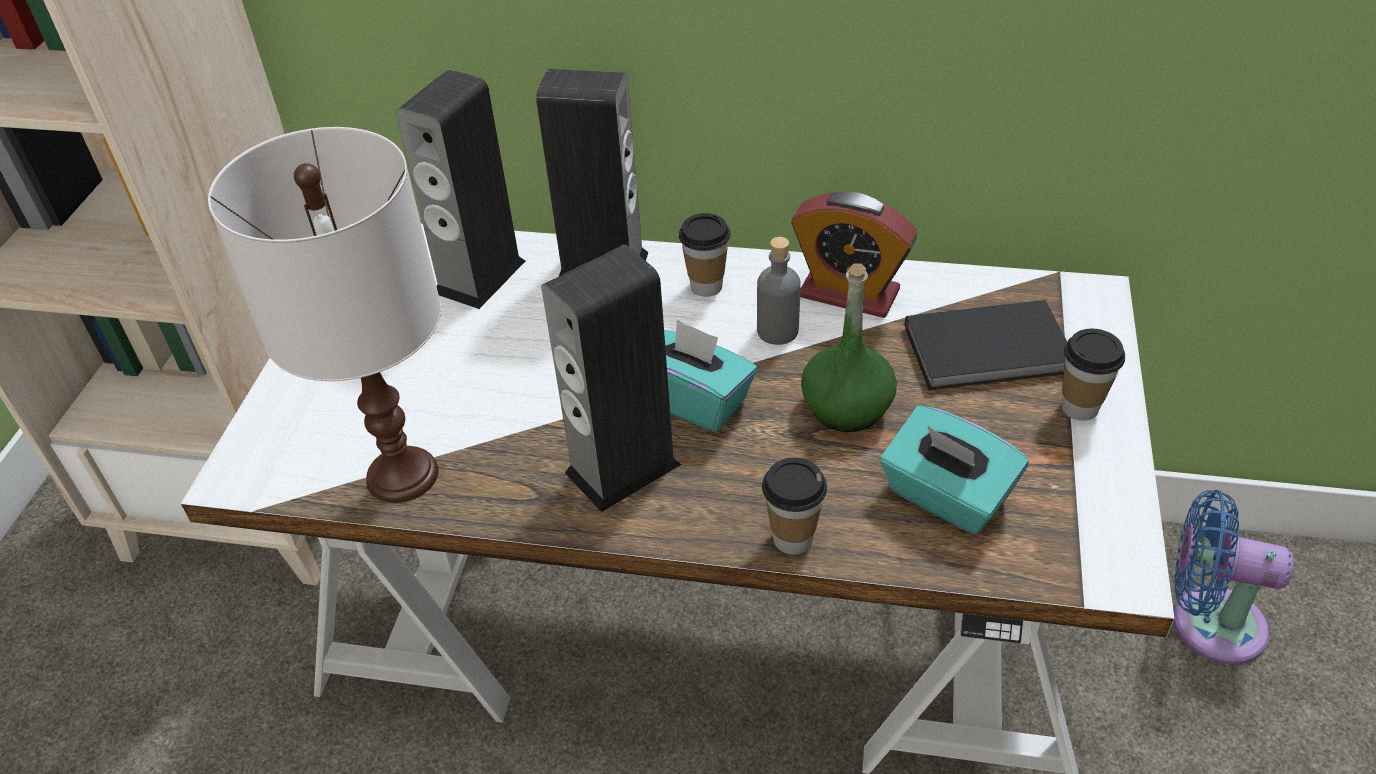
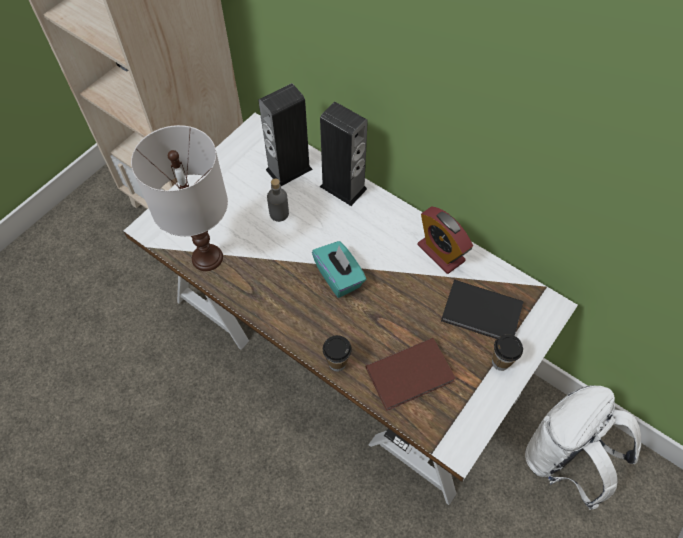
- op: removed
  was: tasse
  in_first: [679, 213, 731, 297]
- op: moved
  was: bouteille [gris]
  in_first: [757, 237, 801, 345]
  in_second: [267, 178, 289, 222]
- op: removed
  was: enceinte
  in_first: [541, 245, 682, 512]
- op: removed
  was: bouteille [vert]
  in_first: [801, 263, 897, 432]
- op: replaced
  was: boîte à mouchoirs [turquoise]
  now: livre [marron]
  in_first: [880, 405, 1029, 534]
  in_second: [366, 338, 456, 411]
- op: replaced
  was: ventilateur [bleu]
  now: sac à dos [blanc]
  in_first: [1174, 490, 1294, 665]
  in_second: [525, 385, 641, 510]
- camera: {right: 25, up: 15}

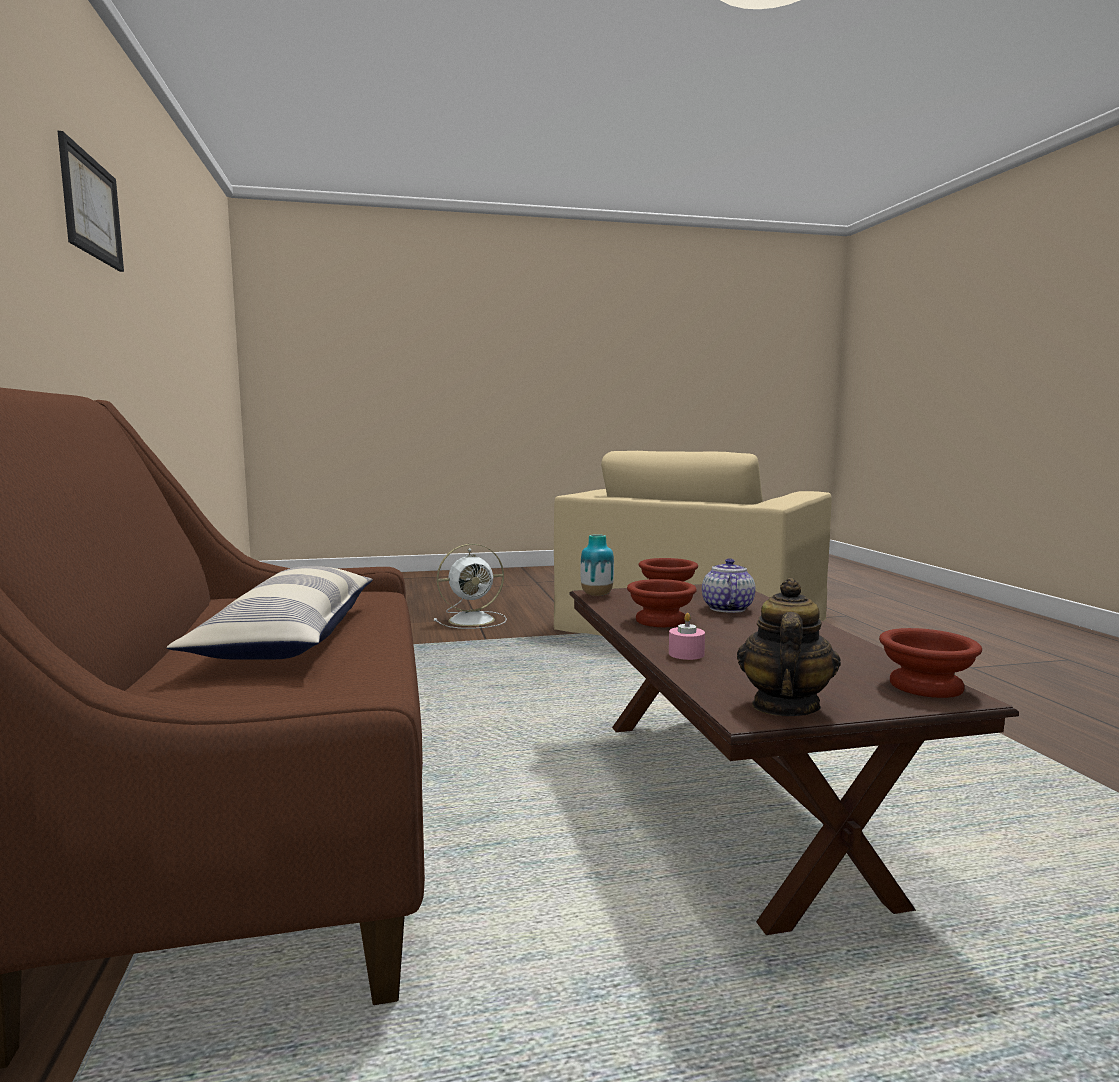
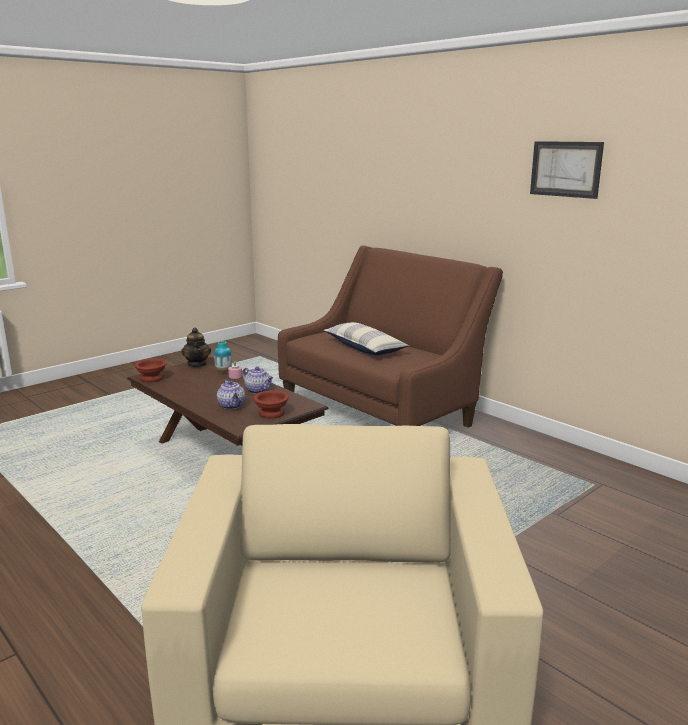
- op: moved
  was: vase
  in_first: [580, 534, 614, 596]
  in_second: [214, 341, 232, 372]
- op: removed
  was: ventilateur [blanc]
  in_first: [434, 544, 507, 629]
- op: replaced
  was: bol [marron]
  now: théière
  in_first: [627, 579, 697, 627]
  in_second: [242, 367, 273, 394]
- camera: {right: 150, up: 10}

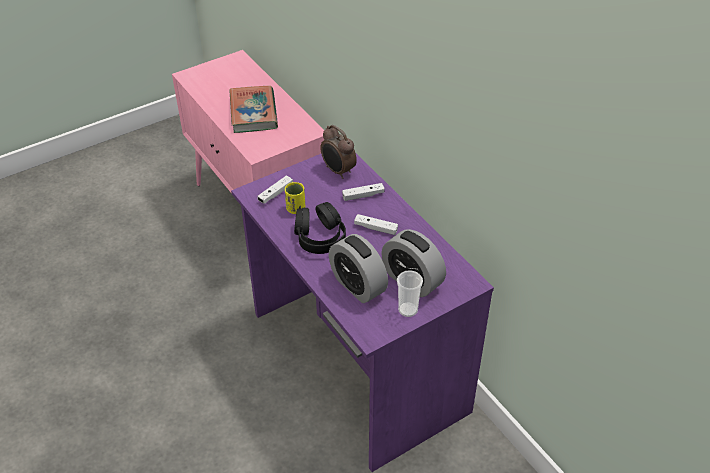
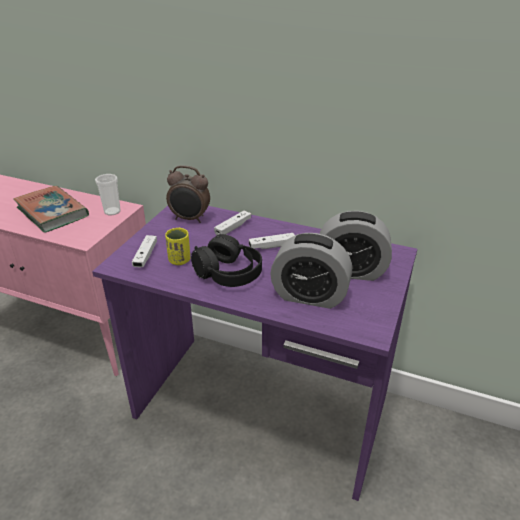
- op: moved
  was: tasse
  in_first: [397, 270, 423, 317]
  in_second: [95, 174, 121, 216]
- camera: {right: -35, up: -10}

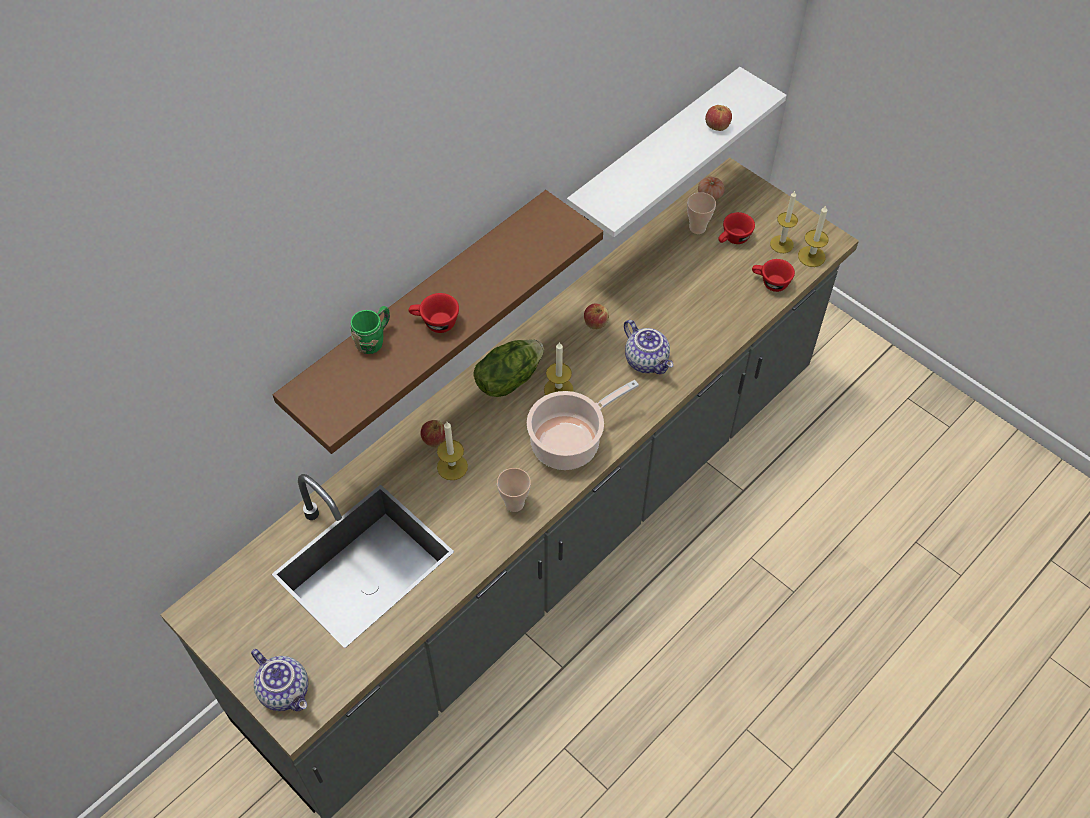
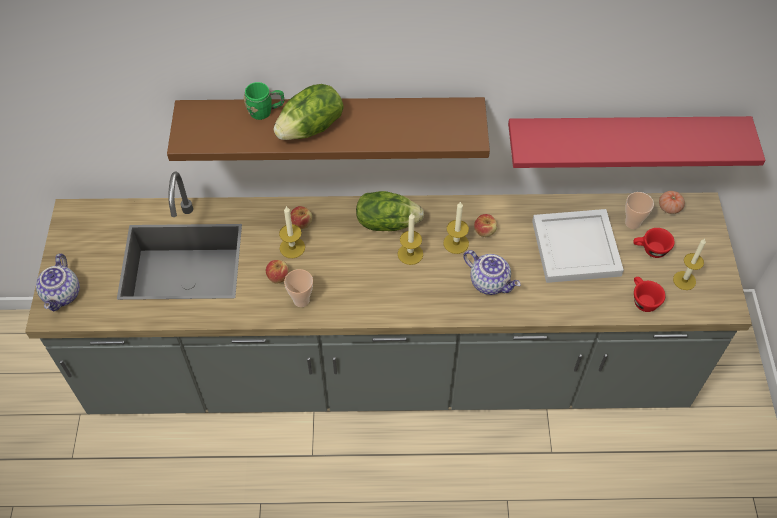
- op: recoloured
  was: étagère [blanc]
  now: étagère [rouge]
  in_first: [567, 67, 786, 237]
  in_second: [508, 116, 766, 168]
- op: moved
  was: pomme
  in_first: [705, 105, 732, 131]
  in_second: [266, 260, 289, 284]
- op: moved
  was: bougie
  in_first: [798, 206, 829, 267]
  in_second: [443, 201, 469, 254]
- op: replaced
  was: tasse [rouge]
  now: laitue
  in_first: [409, 293, 459, 333]
  in_second: [274, 84, 344, 140]
- op: turned
  was: théière
  in_first: [624, 320, 673, 374]
  in_second: [463, 250, 521, 295]
  clockwise: -60
- op: removed
  was: marmite
  in_first: [527, 380, 639, 470]
- op: added
  now: plateau [blanc]
  in_second: [532, 209, 624, 283]
- camera: {right: 45, up: 0}

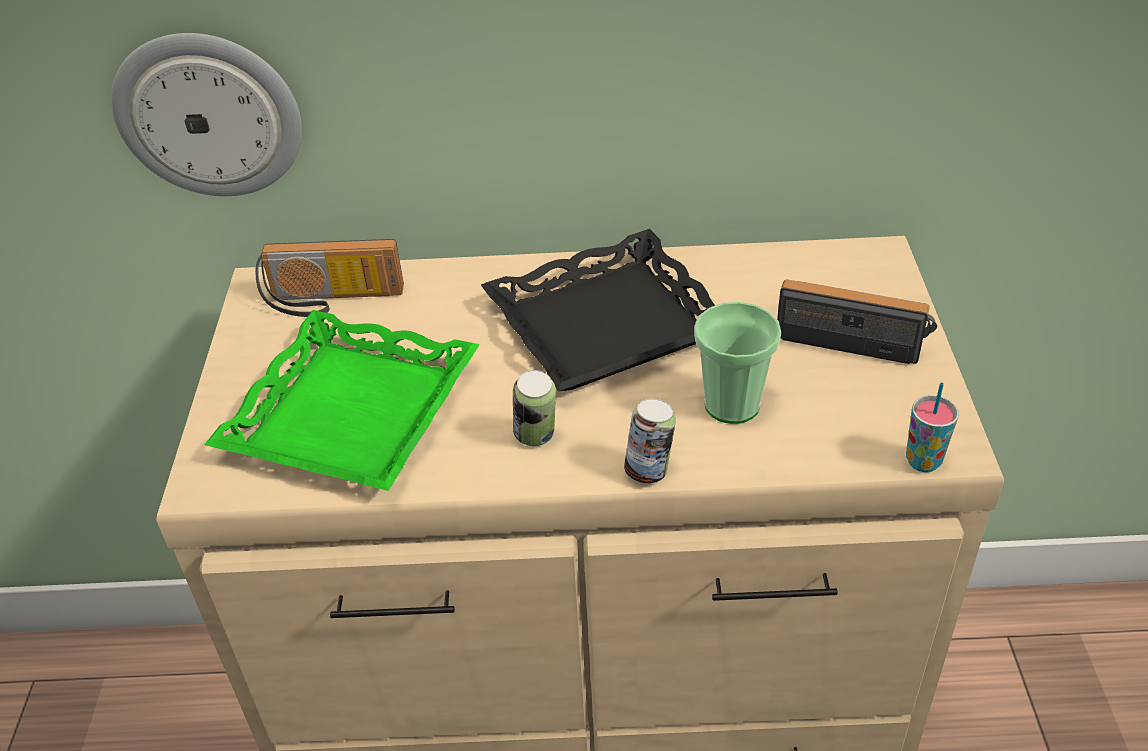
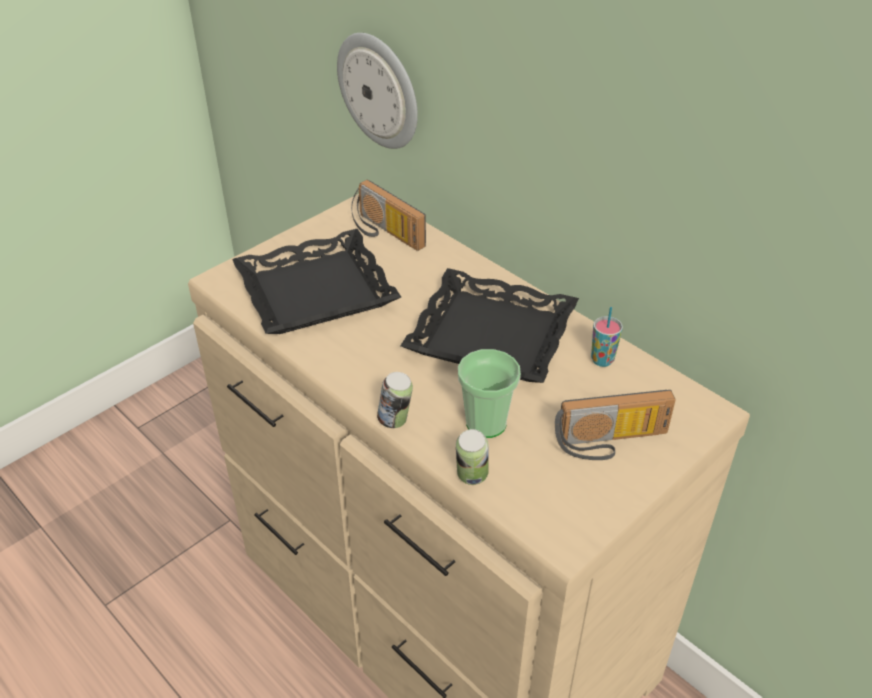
- op: turned
  was: radio
  in_first: [777, 279, 937, 364]
  in_second: [555, 390, 676, 460]
  clockwise: 105
- op: recoloured
  was: plateau [vert]
  now: plateau [noir]
  in_first: [204, 310, 480, 491]
  in_second: [232, 229, 401, 334]
- op: moved
  was: boîte métallique
  in_first: [513, 370, 556, 446]
  in_second: [456, 429, 489, 485]
- op: moved
  was: tasse
  in_first: [906, 382, 959, 472]
  in_second: [591, 307, 623, 367]
- camera: {right: 45, up: 0}

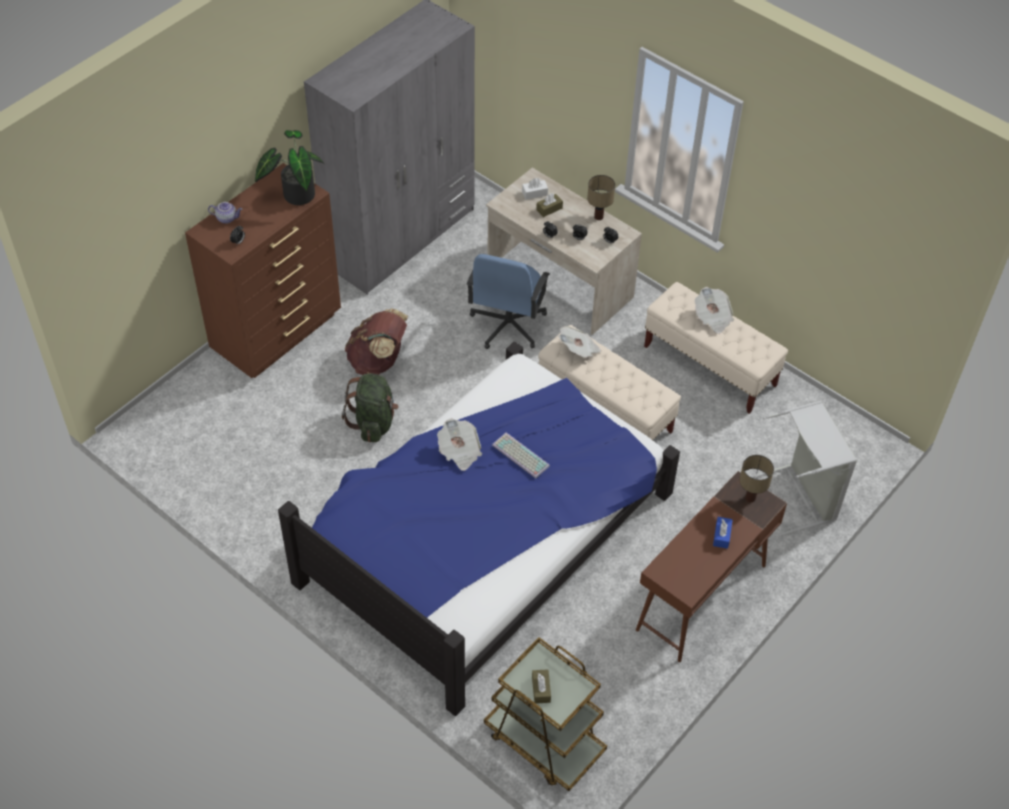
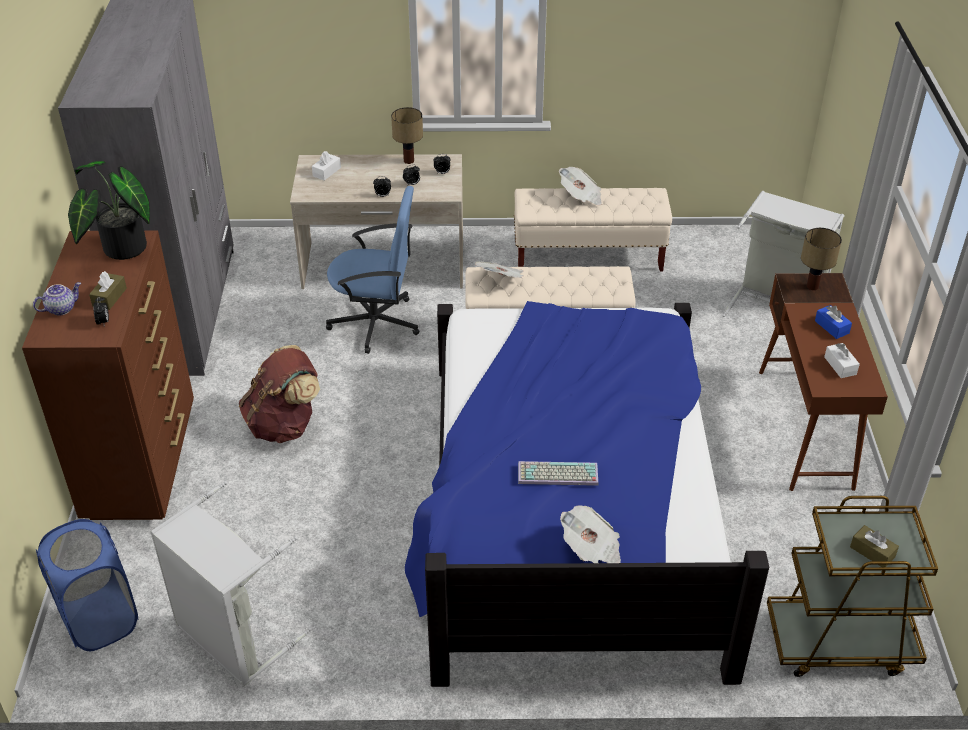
- op: moved
  was: boîte à mouchoirs [marron]
  in_first: [536, 193, 563, 217]
  in_second: [89, 271, 127, 310]
- op: turned
  was: chaise de bureau [bleu]
  in_first: [467, 254, 550, 349]
  in_second: [326, 186, 419, 354]
  clockwise: -60
- op: removed
  was: sac à dos [vert]
  in_first: [342, 373, 399, 442]
- op: moved
  was: journal
  in_first: [437, 418, 482, 471]
  in_second: [560, 506, 621, 563]
- op: moved
  was: clavier
  in_first: [492, 432, 550, 478]
  in_second: [518, 461, 599, 486]
- op: added
  now: boîte à mouchoirs [blanc]
  in_second: [824, 343, 860, 378]
- op: added
  now: panier à linge [gris]
  in_second: [150, 481, 312, 687]
- op: added
  now: panier à linge [bleu]
  in_second: [36, 519, 138, 651]
- camera: {right: -40, up: -10}

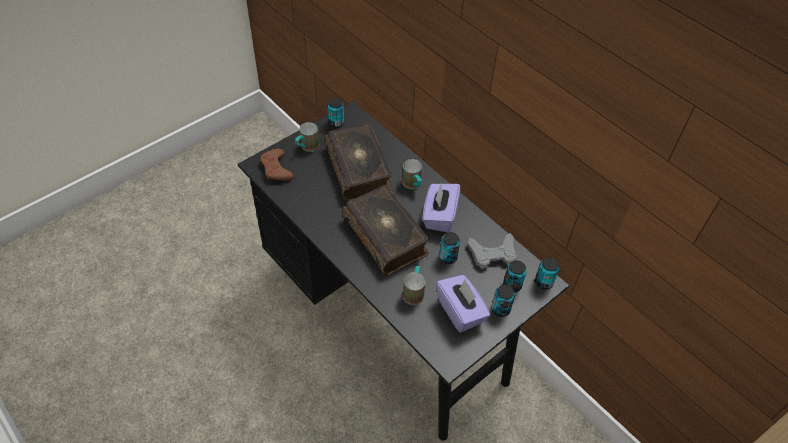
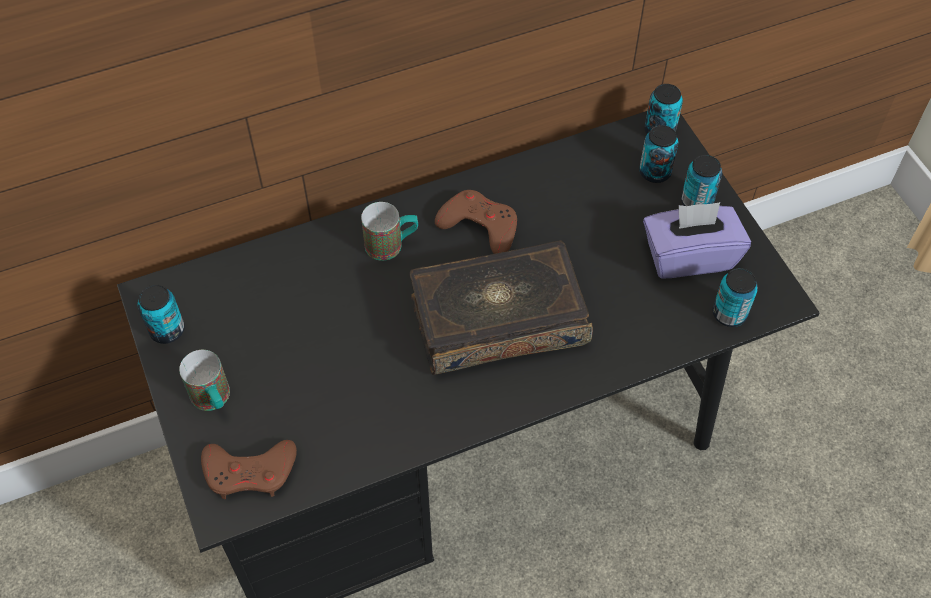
- op: removed
  was: livre
  in_first: [324, 123, 393, 202]
- op: replaced
  was: boîte à mouchoirs [violet]
  now: manette [marron]
  in_first: [423, 183, 460, 233]
  in_second: [435, 190, 517, 254]
- op: moved
  was: boîte métallique
  in_first: [439, 232, 460, 264]
  in_second: [712, 268, 758, 327]
- op: removed
  was: manette [gris]
  in_first: [467, 233, 516, 269]
- op: removed
  was: mug
  in_first: [403, 266, 425, 305]
- camera: {right: -70, up: 5}

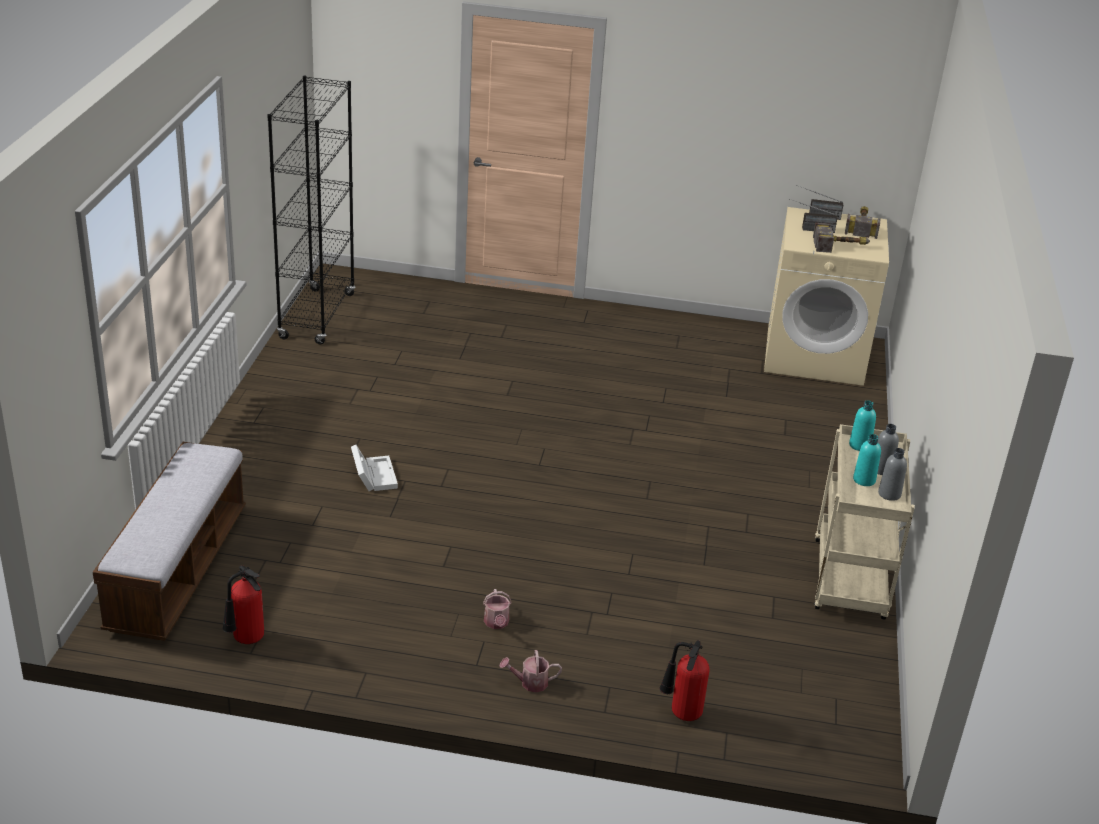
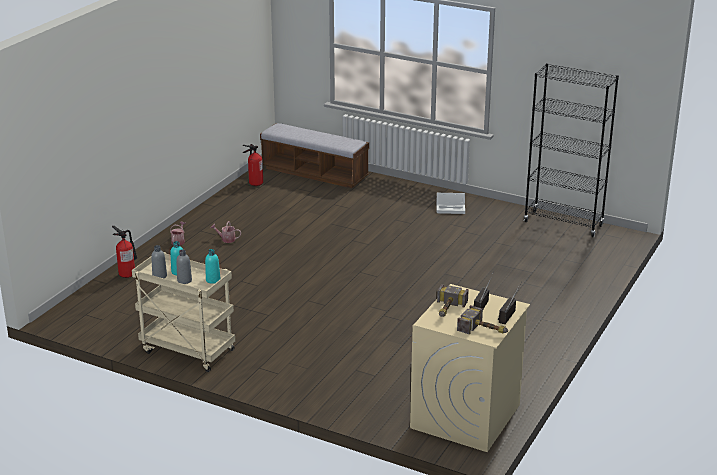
- op: moved
  was: boîte de rangement [blanc]
  in_first: [351, 445, 398, 491]
  in_second: [436, 193, 465, 214]
- camera: {right: 110, up: -5}

